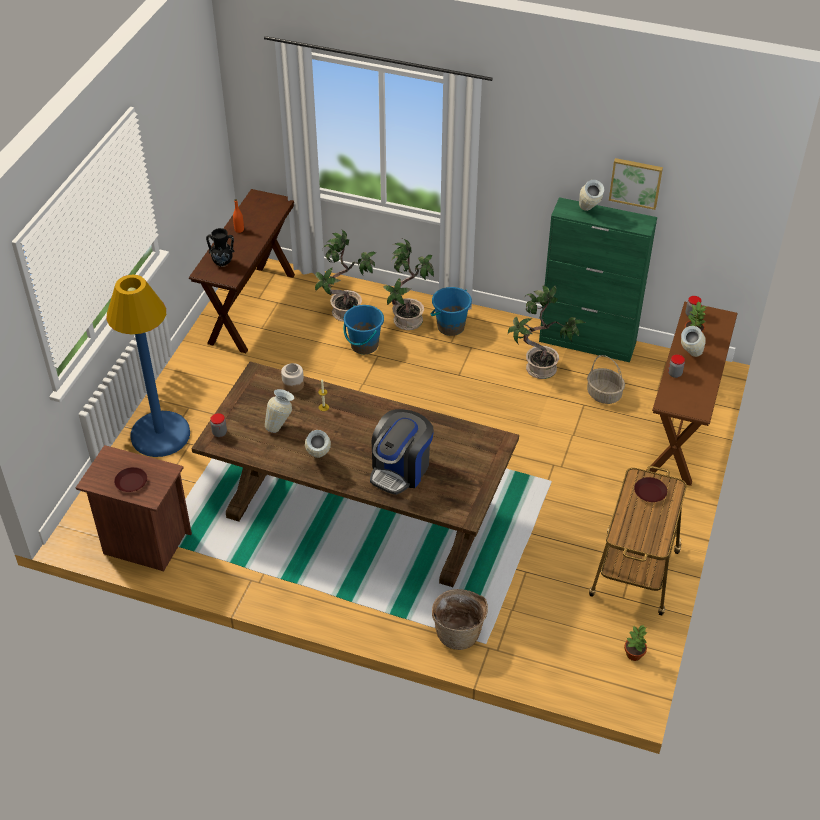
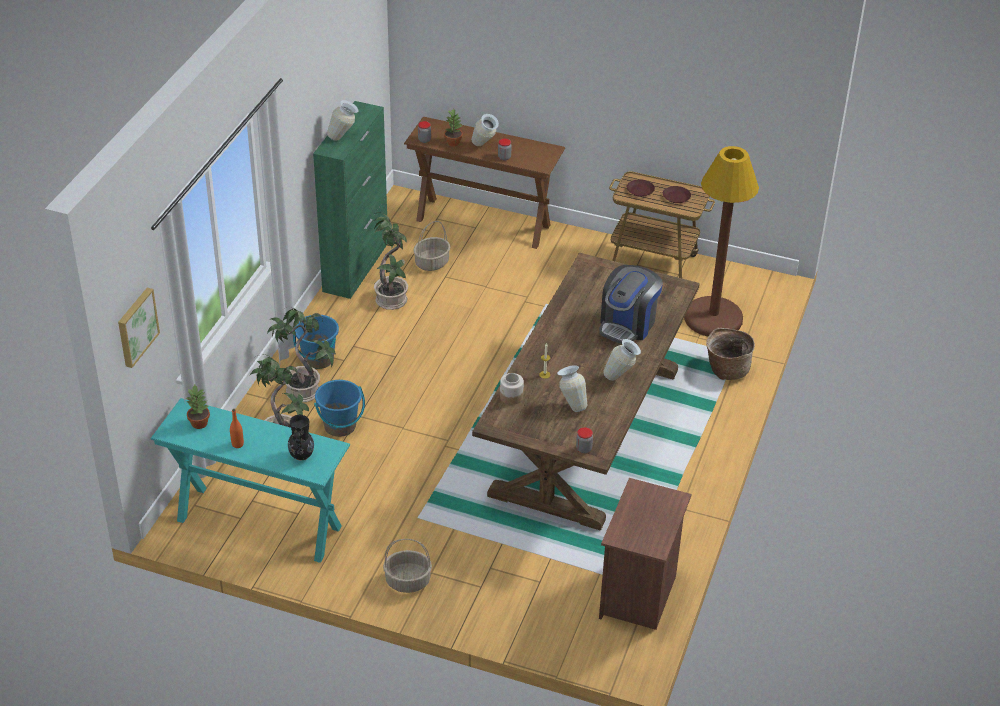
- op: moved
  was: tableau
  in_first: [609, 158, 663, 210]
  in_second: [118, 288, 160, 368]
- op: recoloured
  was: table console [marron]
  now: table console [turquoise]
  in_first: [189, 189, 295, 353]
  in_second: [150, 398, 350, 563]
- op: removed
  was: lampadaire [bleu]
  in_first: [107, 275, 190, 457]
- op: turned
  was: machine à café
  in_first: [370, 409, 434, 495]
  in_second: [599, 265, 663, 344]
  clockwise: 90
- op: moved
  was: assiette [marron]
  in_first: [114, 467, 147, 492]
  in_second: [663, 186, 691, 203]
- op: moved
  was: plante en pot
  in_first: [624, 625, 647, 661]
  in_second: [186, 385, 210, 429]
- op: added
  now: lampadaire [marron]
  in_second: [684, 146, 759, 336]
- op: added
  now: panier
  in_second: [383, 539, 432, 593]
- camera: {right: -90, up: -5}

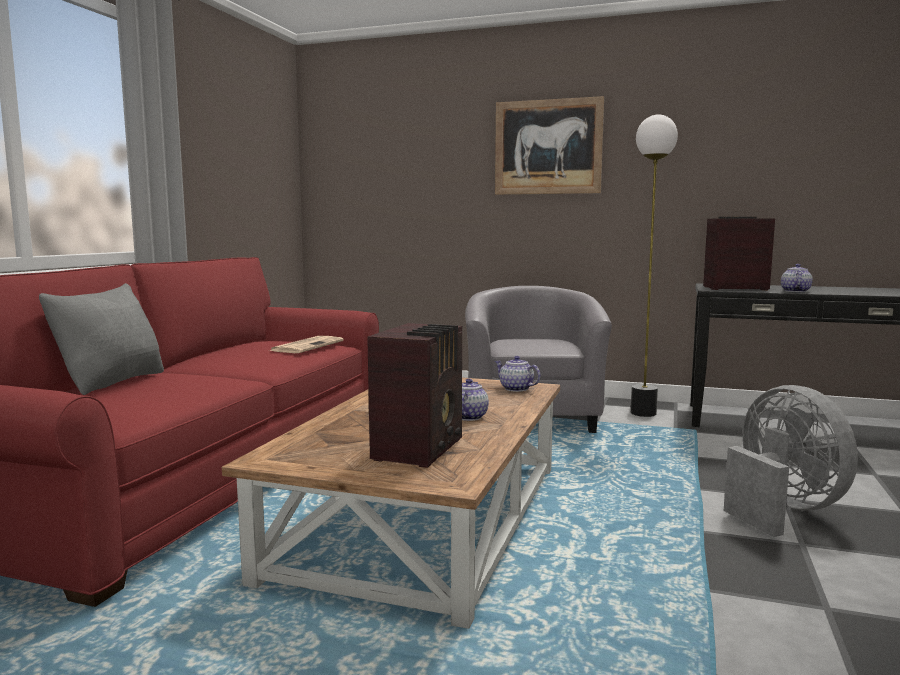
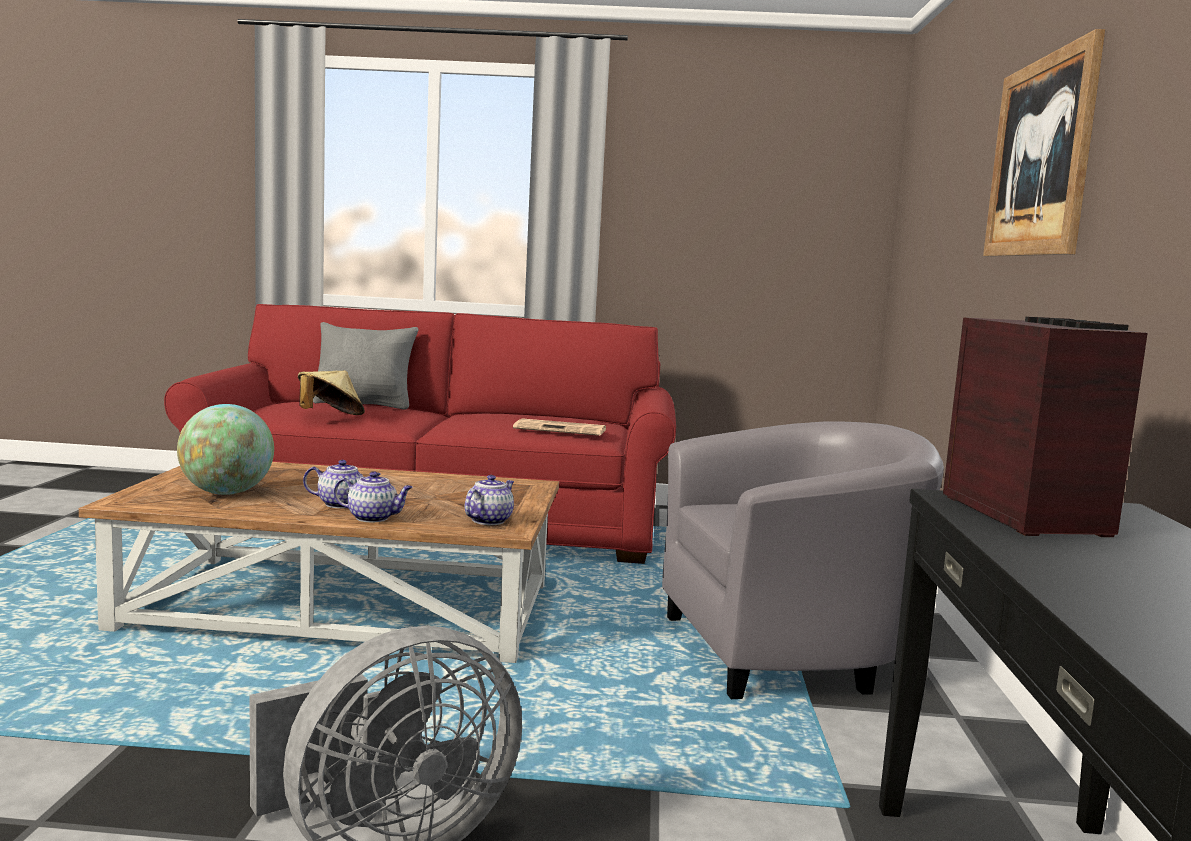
- op: removed
  was: lampadaire
  in_first: [631, 114, 678, 417]
- op: moved
  was: théière
  in_first: [781, 264, 813, 292]
  in_second: [334, 471, 413, 522]
- op: replaced
  was: radio
  now: globe
  in_first: [367, 323, 462, 468]
  in_second: [177, 404, 274, 495]
- op: added
  now: chapeau [beige]
  in_second: [298, 371, 365, 415]
- camera: {right: 75, up: 0}

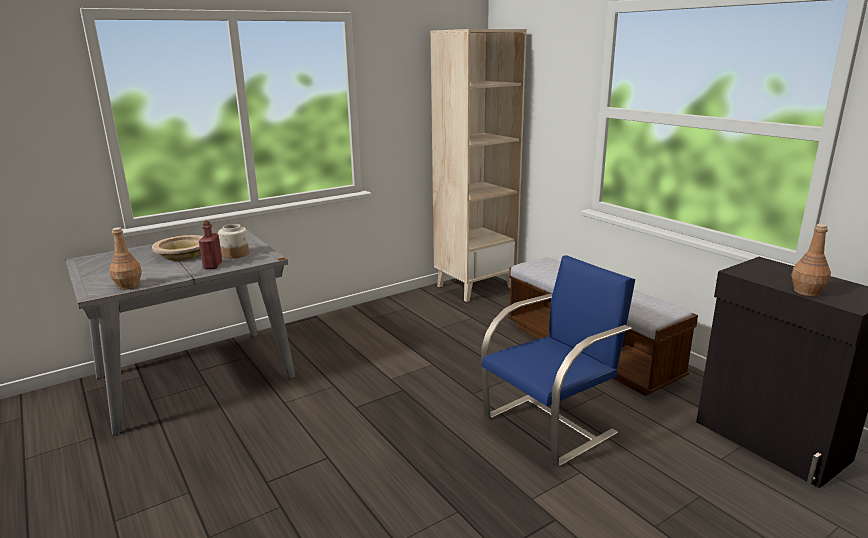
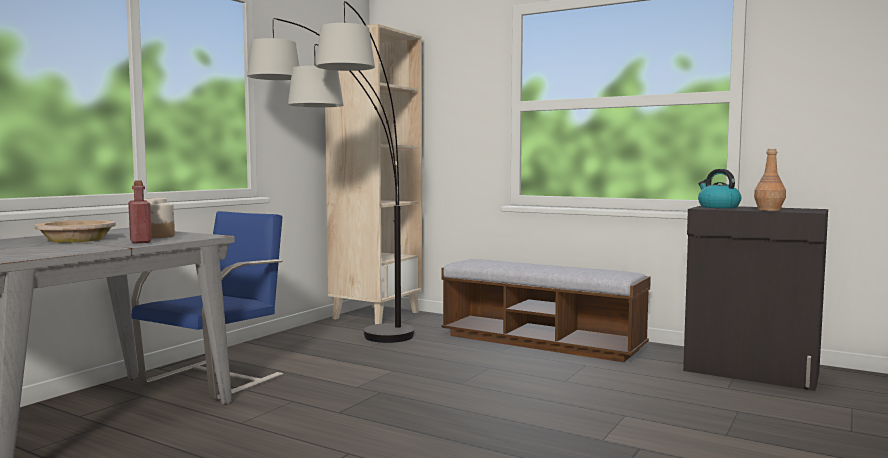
- op: removed
  was: bouteille [marron]
  in_first: [109, 227, 142, 290]
- op: moved
  was: chaise [bleu]
  in_first: [481, 255, 635, 467]
  in_second: [131, 211, 283, 401]
- op: added
  now: lampadaire
  in_second: [247, 1, 414, 343]
- op: added
  now: bouilloire
  in_second: [698, 169, 741, 208]
- camera: {right: -25, up: -15}

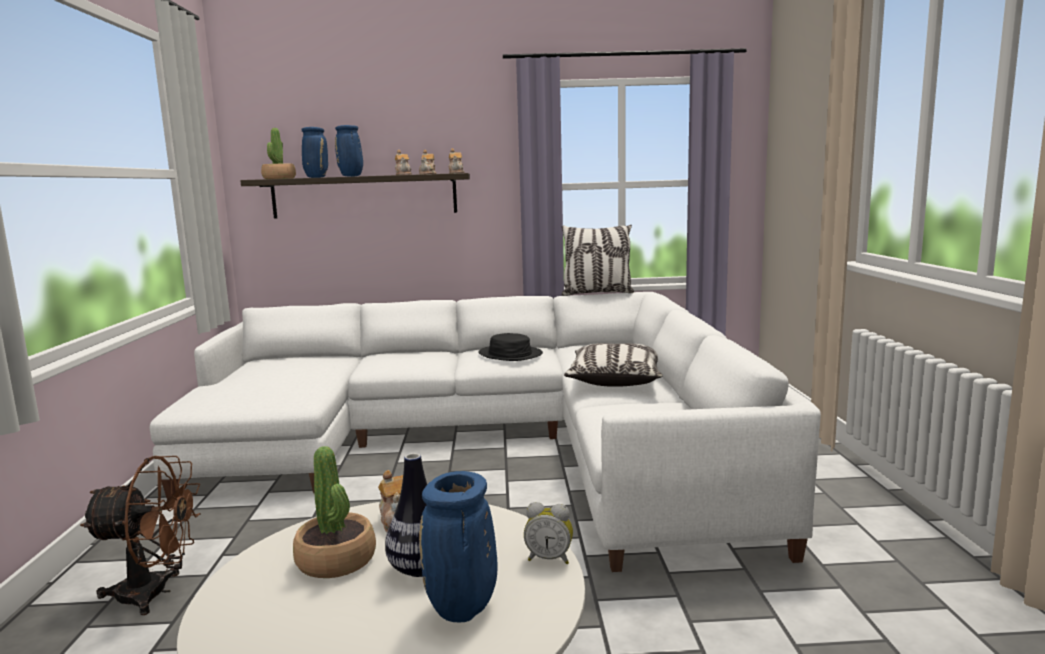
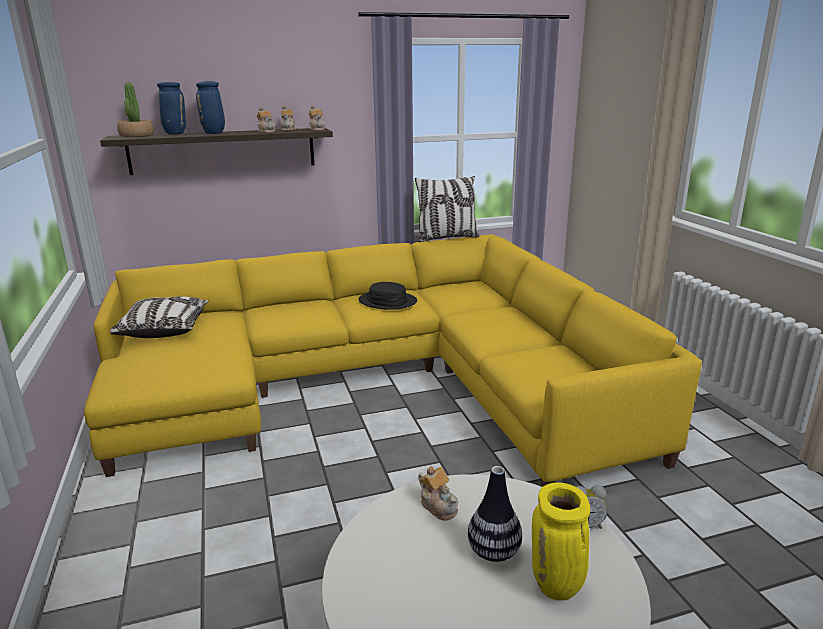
- op: recoloured
  was: canapé [blanc]
  now: canapé [jaune]
  in_first: [150, 292, 821, 572]
  in_second: [84, 234, 702, 487]
- op: moved
  was: coussin
  in_first: [564, 343, 662, 387]
  in_second: [110, 296, 209, 338]
- op: removed
  was: plante en pot
  in_first: [293, 446, 376, 578]
- op: removed
  was: ventilateur [marron]
  in_first: [80, 456, 201, 615]
- op: recoloured
  was: vase [bleu]
  now: vase [jaune]
  in_first: [419, 471, 498, 622]
  in_second: [532, 483, 590, 601]
- camera: {right: -15, up: 10}

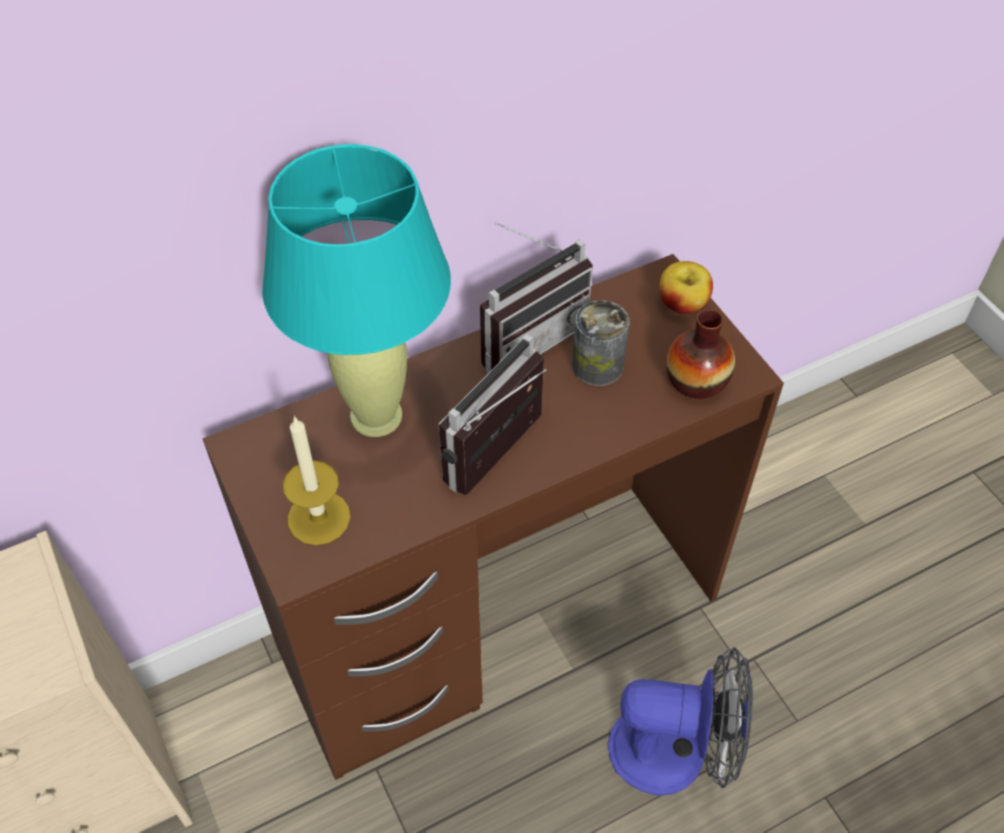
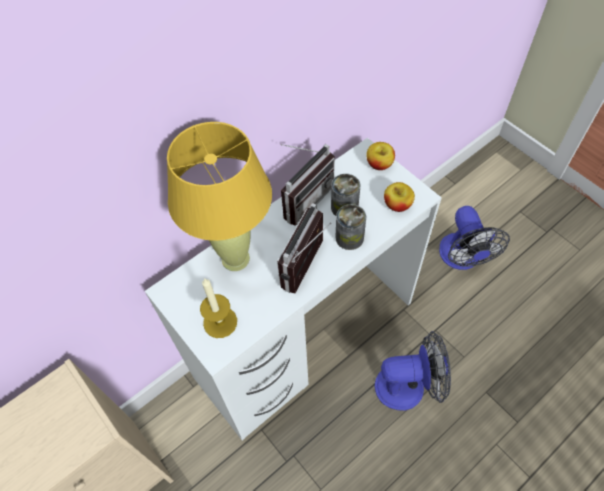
- op: recoloured
  was: lampe de table [turquoise]
  now: lampe de table [jaune]
  in_first: [262, 144, 451, 437]
  in_second: [167, 122, 272, 271]
- op: recoloured
  was: bureau [marron]
  now: bureau [blanc]
  in_first: [202, 254, 784, 780]
  in_second: [145, 138, 442, 441]
- op: replaced
  was: vase
  now: pomme
  in_first: [666, 309, 735, 399]
  in_second: [384, 182, 415, 212]
- op: added
  now: boîte métallique
  in_second: [335, 204, 366, 250]
- op: added
  now: ventilateur
  in_second: [439, 206, 510, 270]
- camera: {right: -10, up: 5}

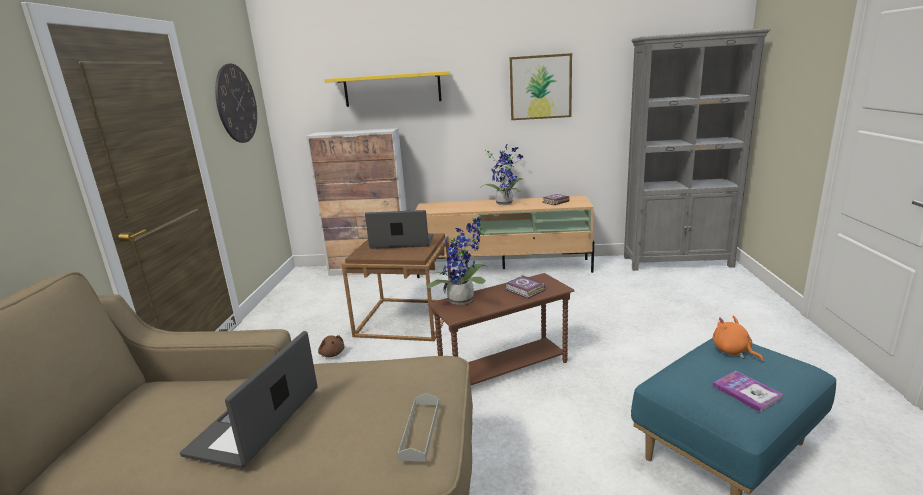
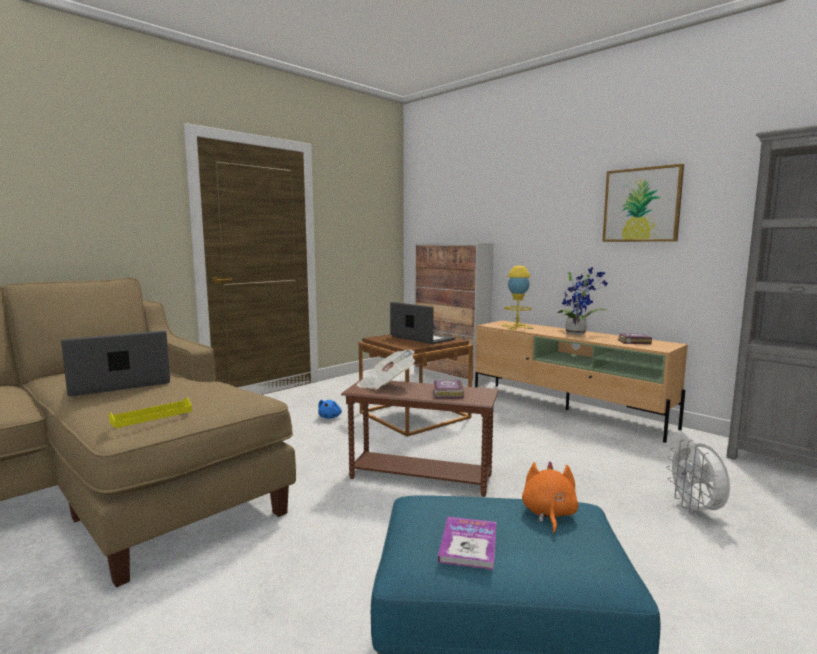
- op: removed
  was: horloge murale
  in_first: [215, 64, 257, 143]
- op: removed
  was: étagère [jaune]
  in_first: [324, 71, 450, 107]
- op: replaced
  was: plante en pot
  now: journal
  in_first: [427, 215, 486, 305]
  in_second: [357, 350, 415, 389]
- op: recoloured
  was: peluche [marron]
  now: peluche [bleu]
  in_first: [318, 335, 344, 357]
  in_second: [318, 400, 342, 419]
- op: recoloured
  was: plateau [gris]
  now: plateau [jaune]
  in_first: [397, 393, 439, 462]
  in_second: [109, 397, 192, 428]
- op: added
  now: lampe de table [jaune]
  in_second: [501, 266, 533, 329]
- op: added
  now: ventilateur [blanc]
  in_second: [666, 439, 730, 516]
- camera: {right: 40, up: -10}

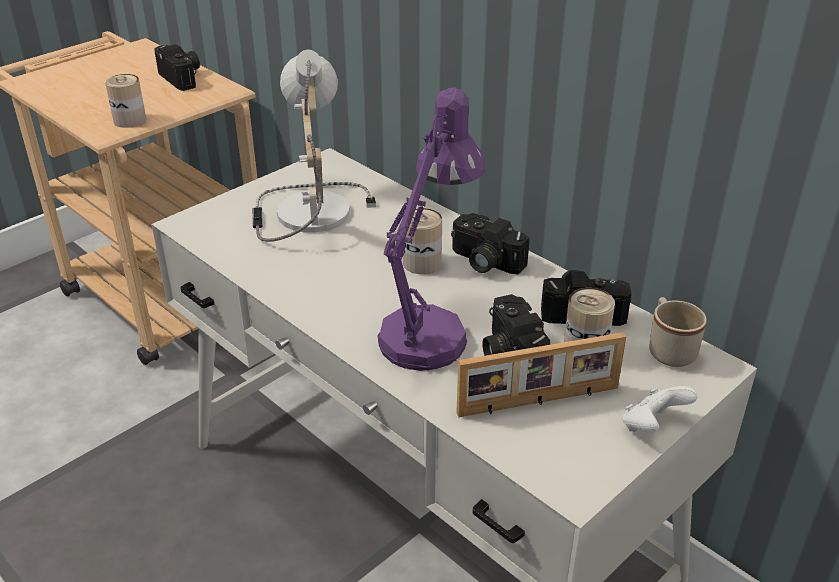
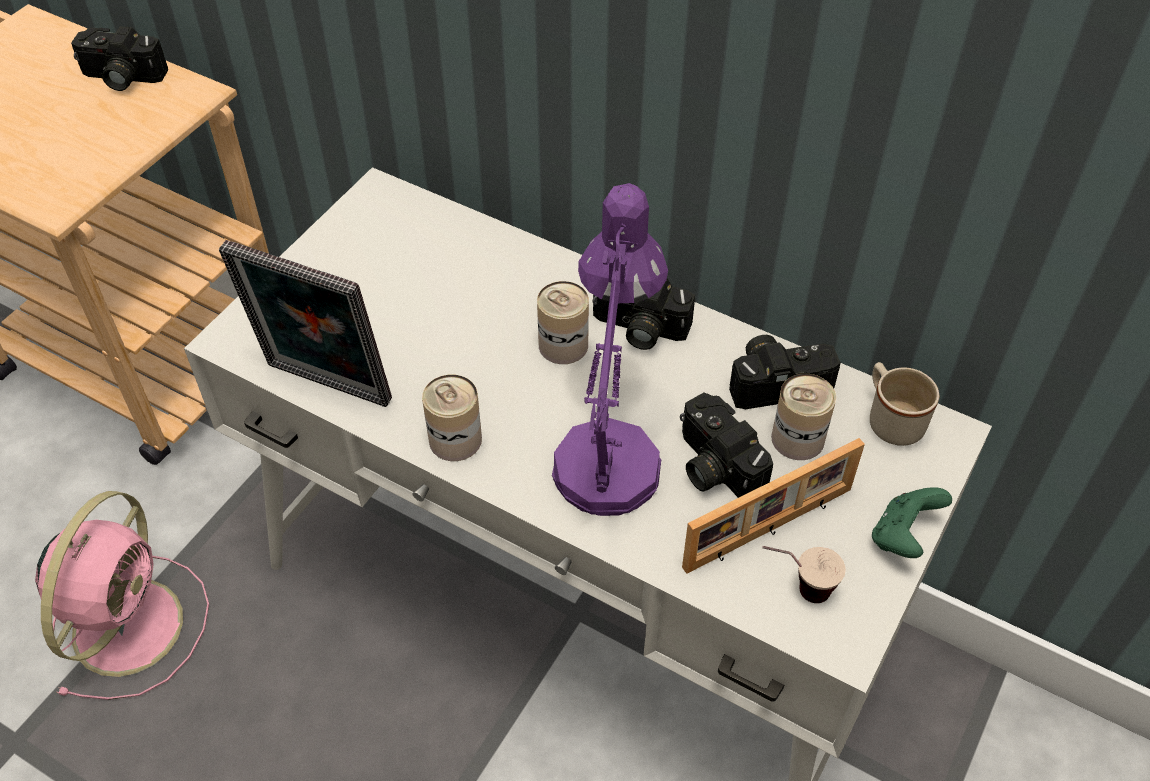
- op: turned
  was: appareil photo
  in_first: [154, 44, 200, 91]
  in_second: [71, 26, 168, 91]
  clockwise: 150
- op: removed
  was: lampe de table
  in_first: [253, 50, 376, 242]
- op: moved
  was: boîte métallique
  in_first: [105, 74, 146, 128]
  in_second: [422, 375, 482, 461]
- op: recoloured
  was: manette [blanc]
  now: manette [vert]
  in_first: [623, 386, 698, 433]
  in_second: [872, 487, 952, 558]
- op: added
  now: cadre photo
  in_second: [219, 240, 392, 407]
- op: added
  now: ventilateur [rose]
  in_second: [35, 491, 209, 700]
- op: added
  now: tasse
  in_second: [762, 546, 846, 603]
- camera: {right: -15, up: 15}

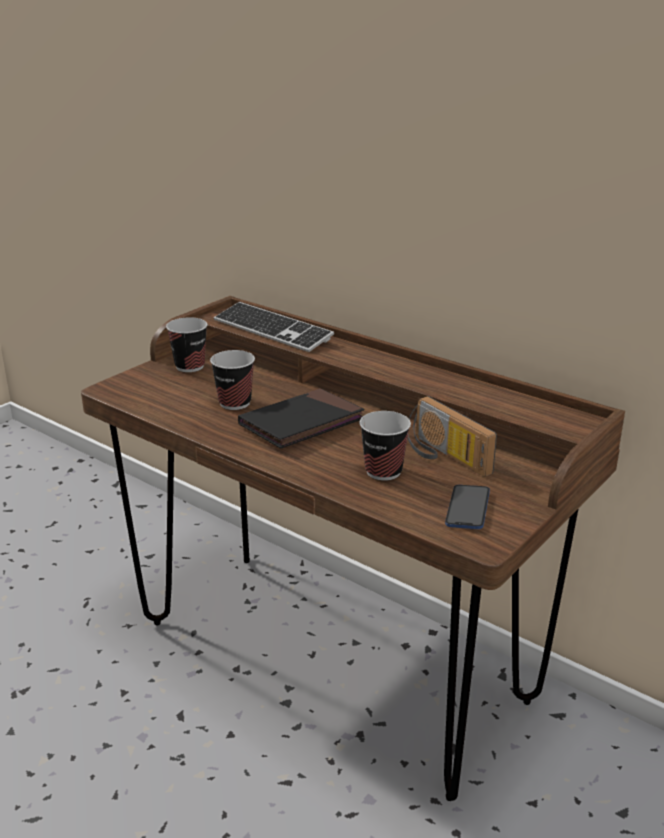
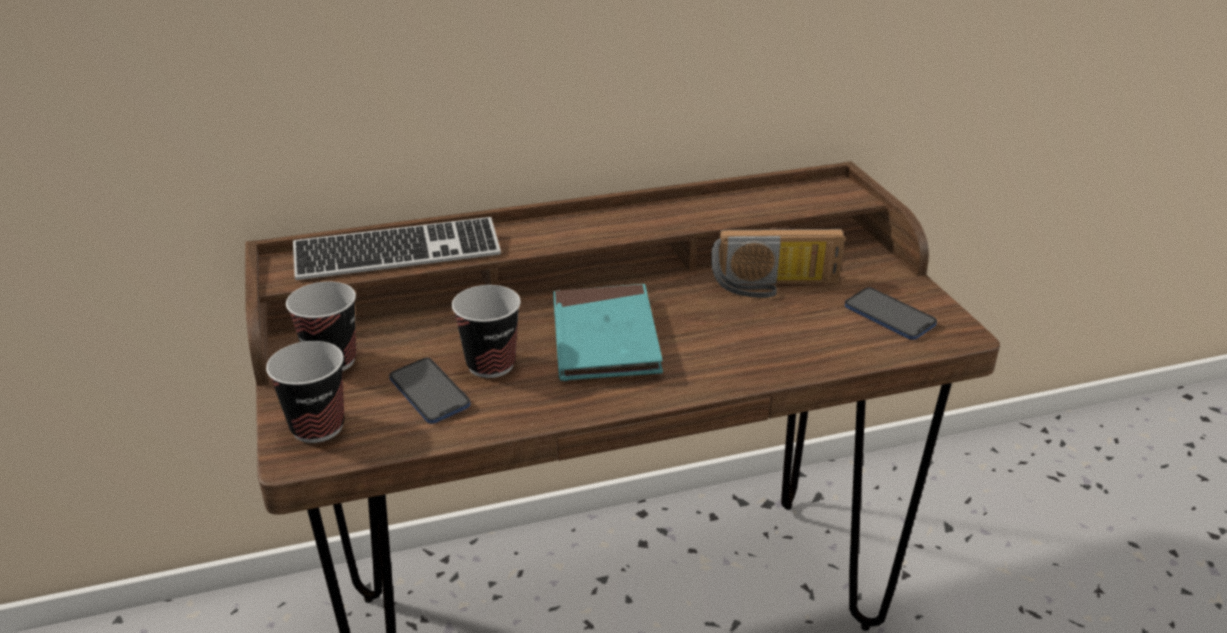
- op: recoloured
  was: livre [noir]
  now: livre [turquoise]
  in_first: [238, 388, 364, 449]
  in_second: [553, 284, 663, 381]
- op: moved
  was: tasse
  in_first: [359, 411, 411, 481]
  in_second: [266, 341, 344, 443]
- op: added
  now: téléphone
  in_second: [389, 358, 471, 424]
- camera: {right: -55, up: 5}

